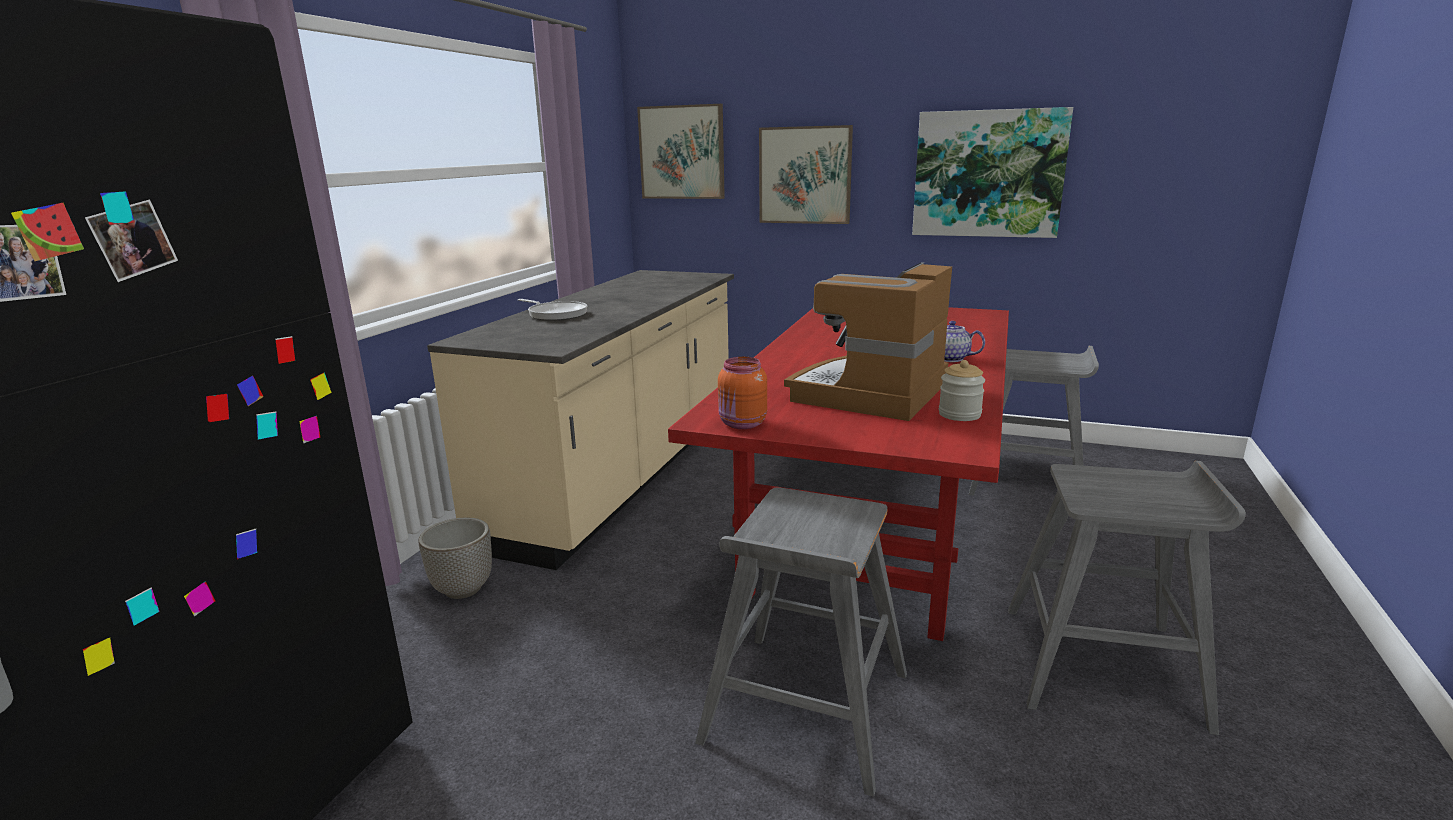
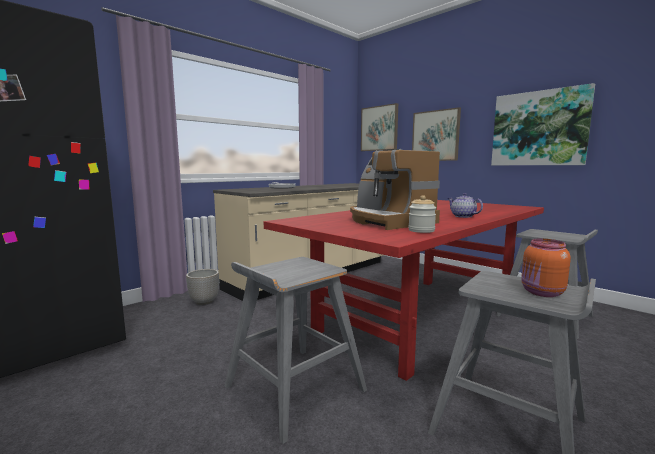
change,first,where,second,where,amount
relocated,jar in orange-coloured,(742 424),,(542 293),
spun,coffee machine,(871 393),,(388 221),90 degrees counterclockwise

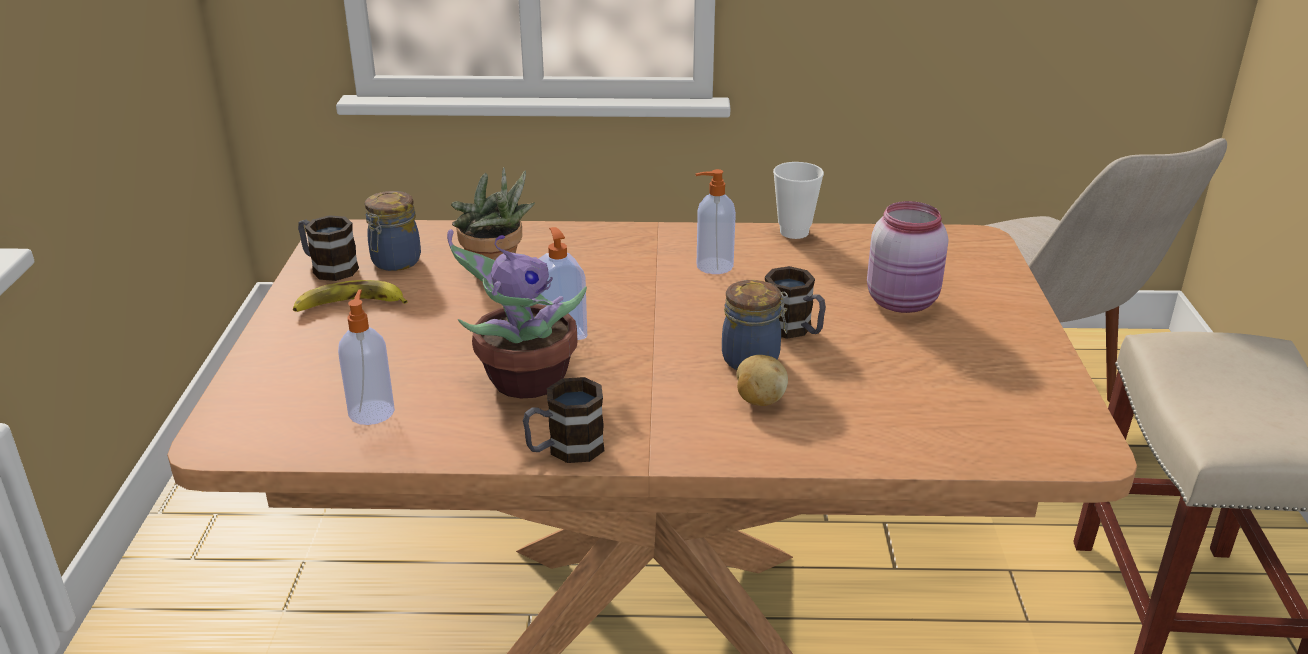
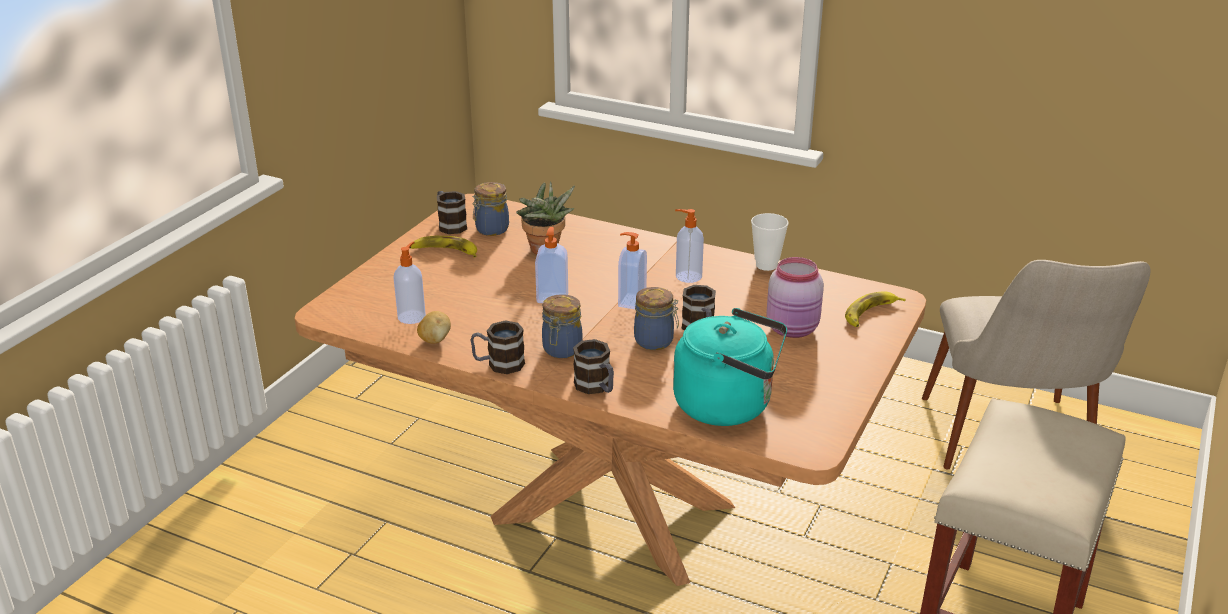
change,first,where,second,where,amount
missing,plant in a pot,(522 382),,,
relocated,potato,(759 400),,(435 340),
appeared,,,jar,(561 350),
appeared,,,mug,(596 387),
appeared,,,liquid soap bottle,(631 301),
appeared,,,tea kettle in blue-green,(729 406),
appeared,,,whole banana,(870 314),

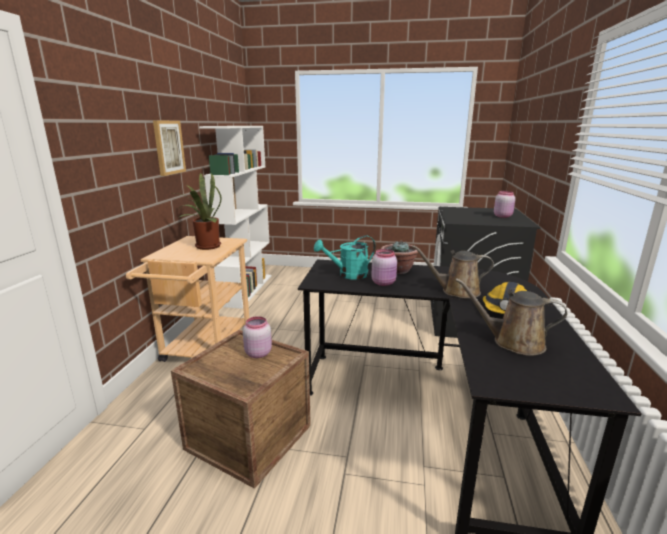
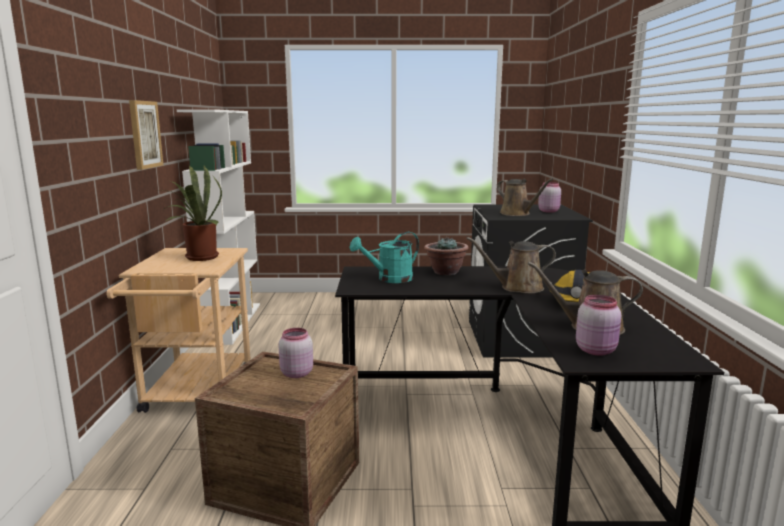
change,first,where,second,where,amount
relocated,jar in pinkish,(384 283),,(597 350),
appeared,,,sprinkling can in brownish,(517 214),

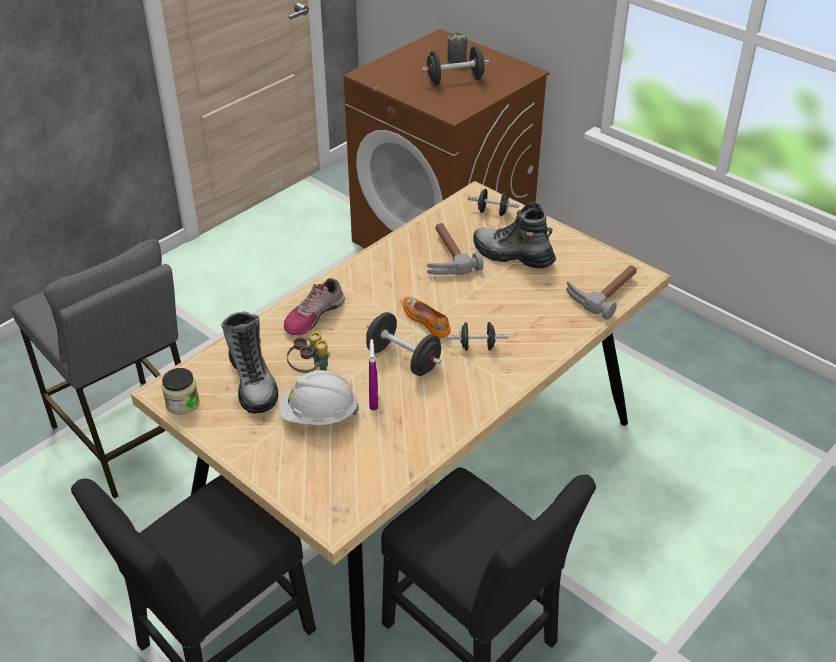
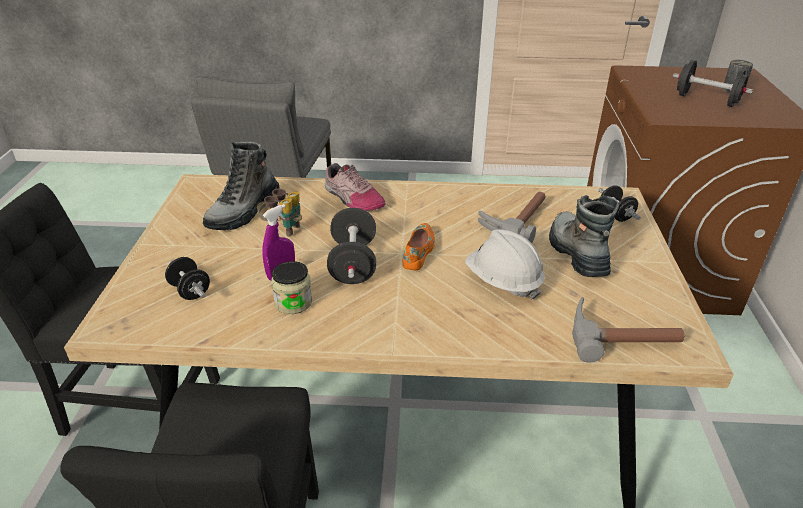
change,first,where,second,where,amount
relocated,jar,(182 403),,(293 302),
relocated,safety helmet in whitish,(319 415),,(503 282),
spun,low shoe,(313 315),,(352 198),135 degrees counterclockwise
relocated,dumbbell in blackish,(477 347),,(190 291),

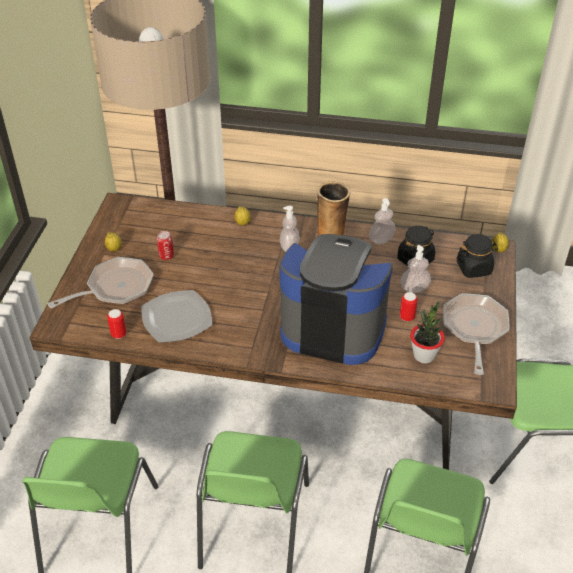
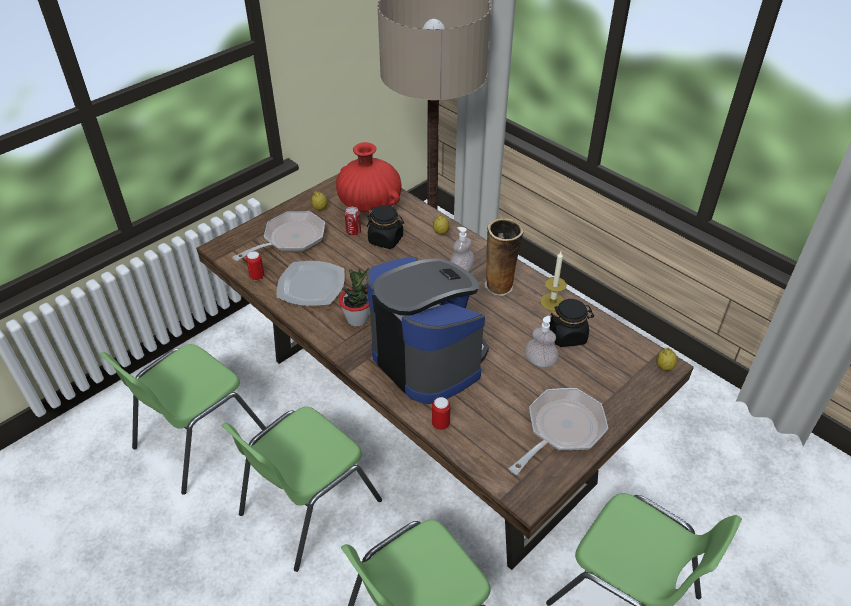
change,first,where,second,where,amount
spun,frying pan,(115 288),,(290 239),45 degrees counterclockwise
exchanged,liquid soap bottle,(381 239),wax light,(552 302),
relocated,can,(407 317),,(440 424),
relocated,plant in a pot,(424 355),,(357 319),
relocated,jar in blackish,(474 268),,(386 239),
appeared,,,vase in red,(369 204),

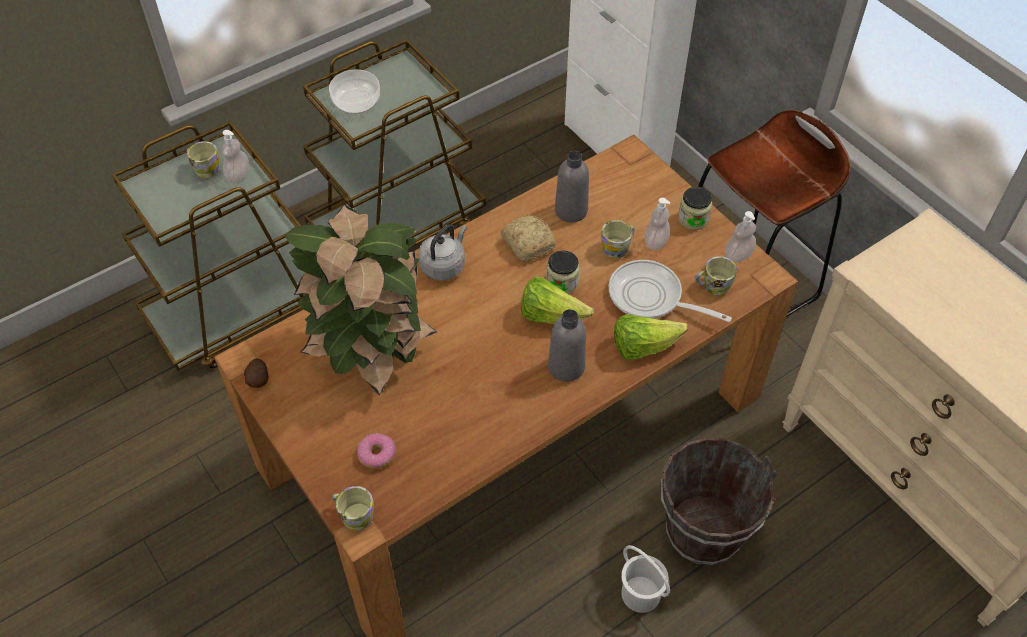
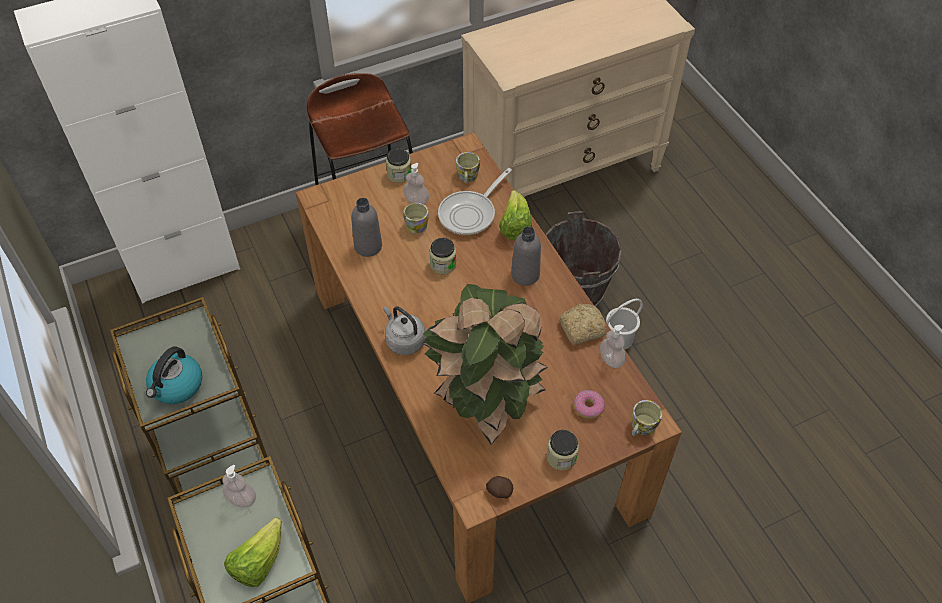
change,first,where,second,where,amount
missing,mug,(204 168),,,
exchanged,deep dish,(356 102),tea kettle,(176 386),
relocated,baked bread,(528 243),,(580 329),
relocated,head of lettuce,(551 315),,(258 562),
relocated,liquid soap bottle,(738 255),,(611 359),
appeared,,,jar,(561 457),

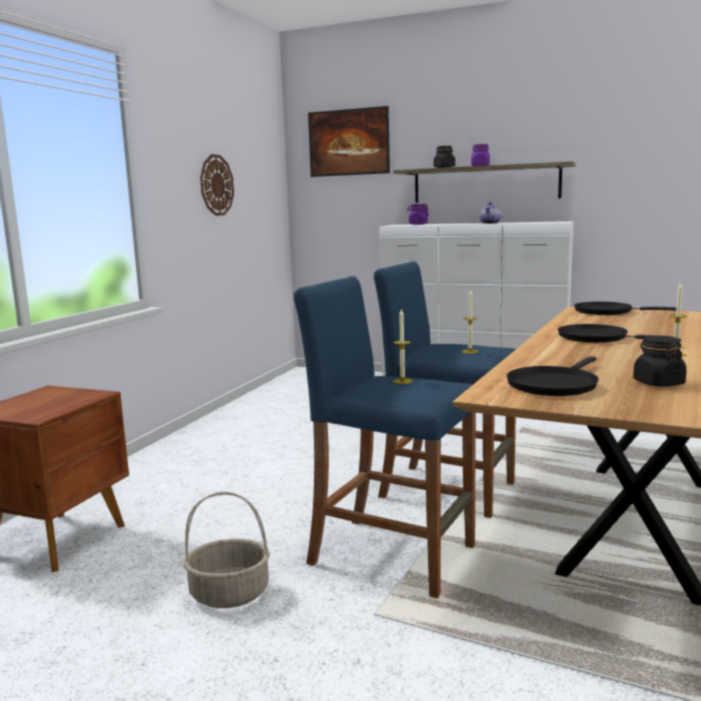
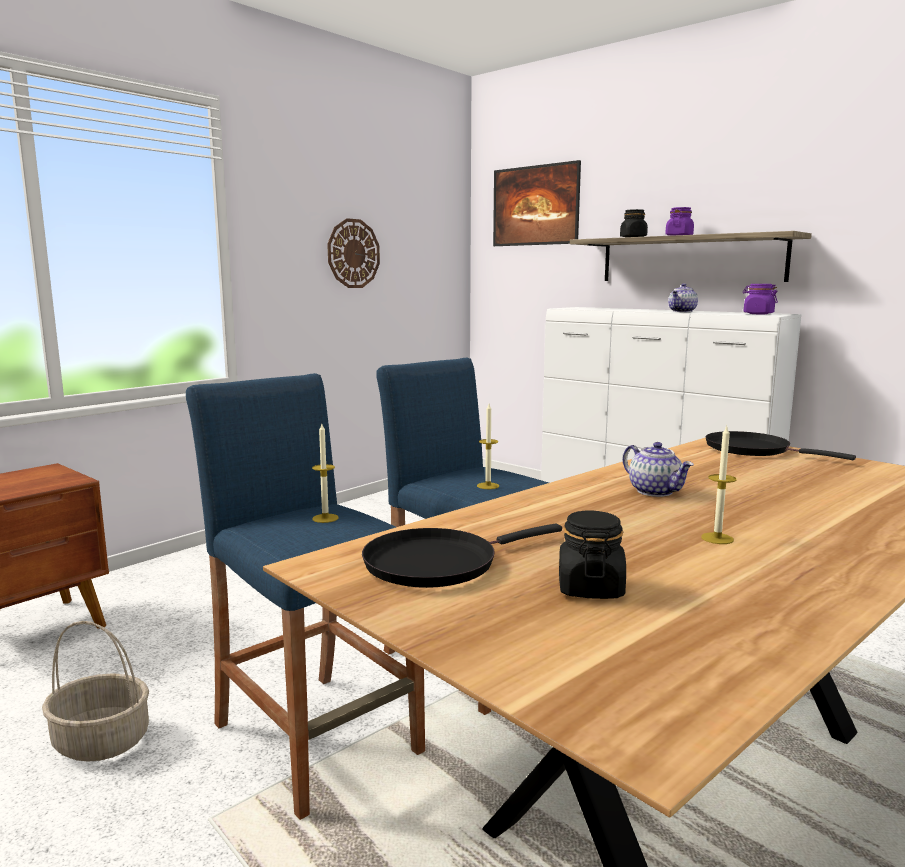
change,first,where,second,where,amount
relocated,jar in purplish,(418 224),,(758 314),
exchanged,frying pan in blackish,(597 338),tea pot,(655 491),

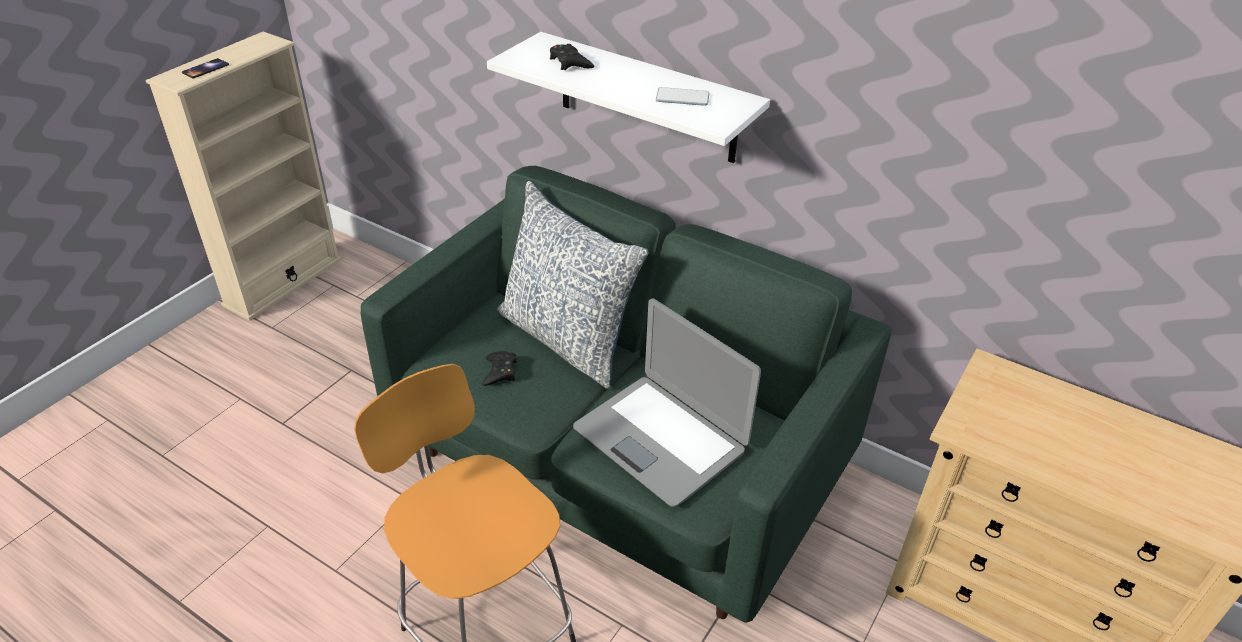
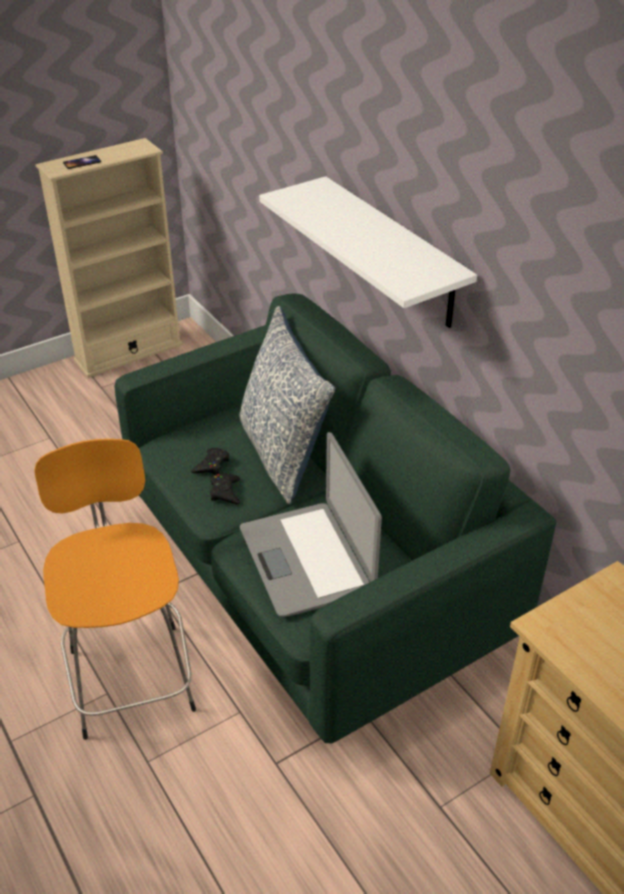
change,first,where,second,where,amount
relocated,gamepad in blackish,(570 62),,(225 492),
missing,phone,(682 98),,,

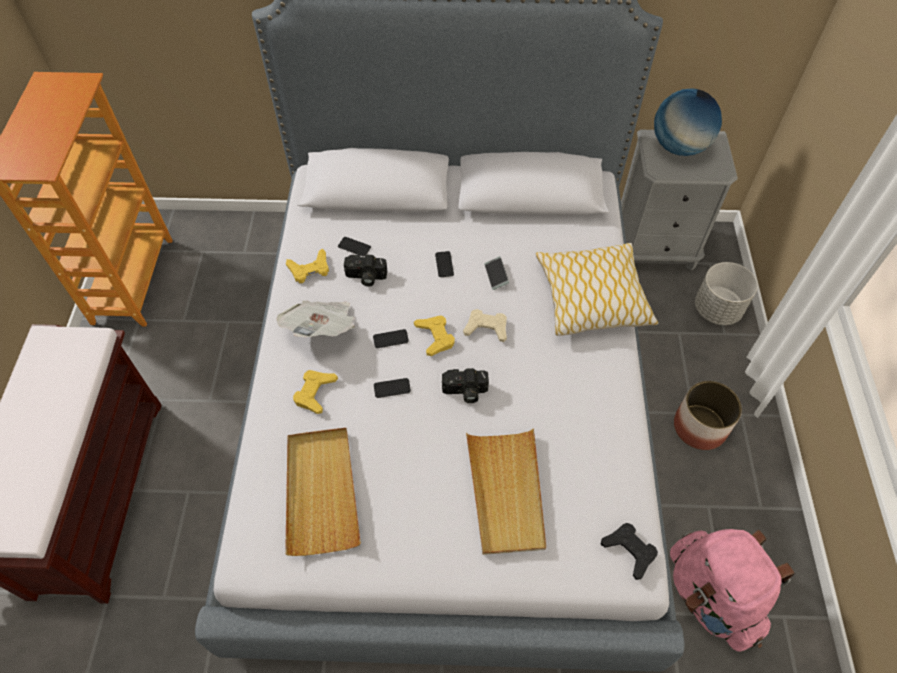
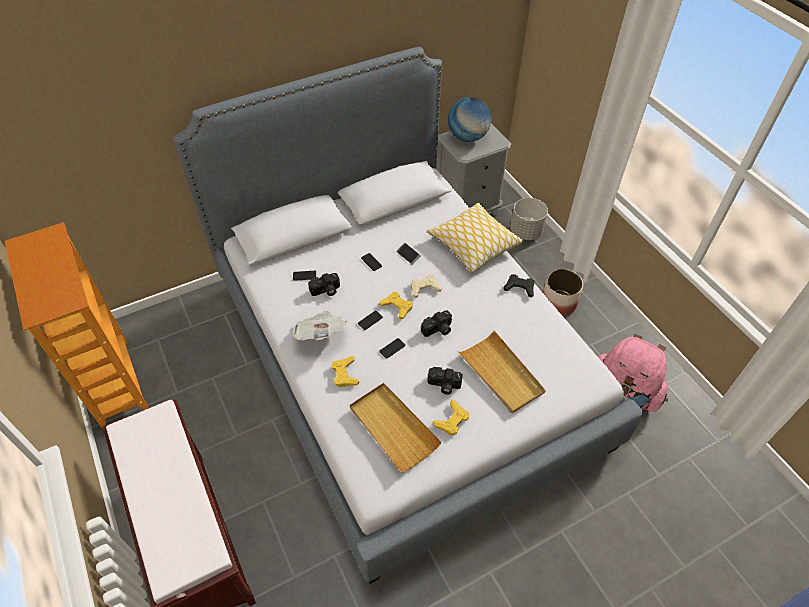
change,first,where,second,where,amount
relocated,gamepad in yellow-coloured,(309 269),,(452 420),
relocated,gamepad in blackish,(629 551),,(519 287),
appeared,,,still camera,(443 385),

